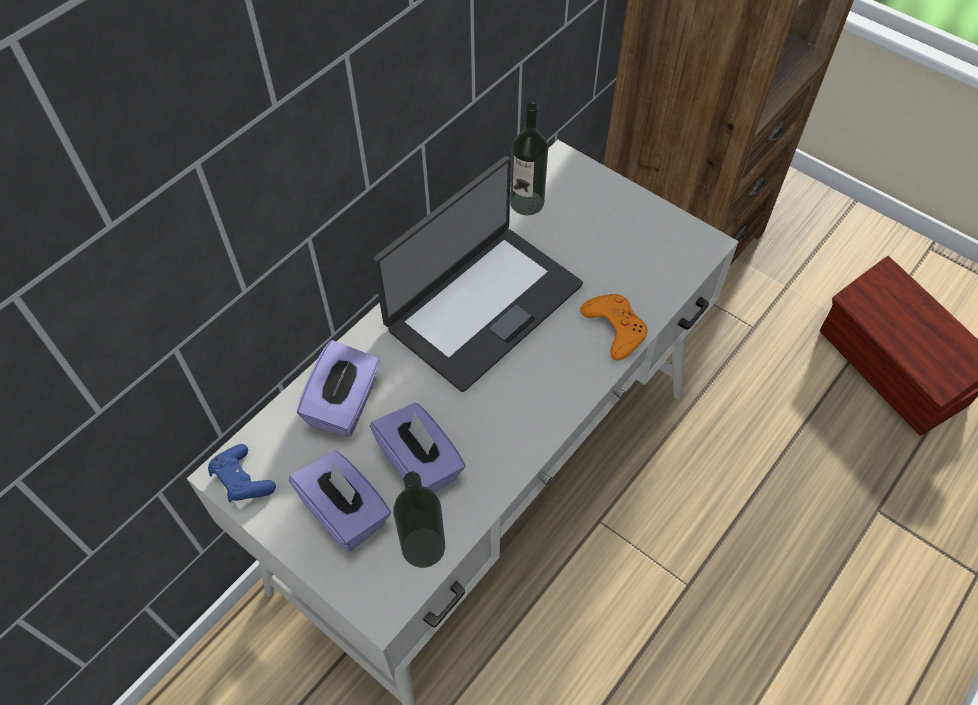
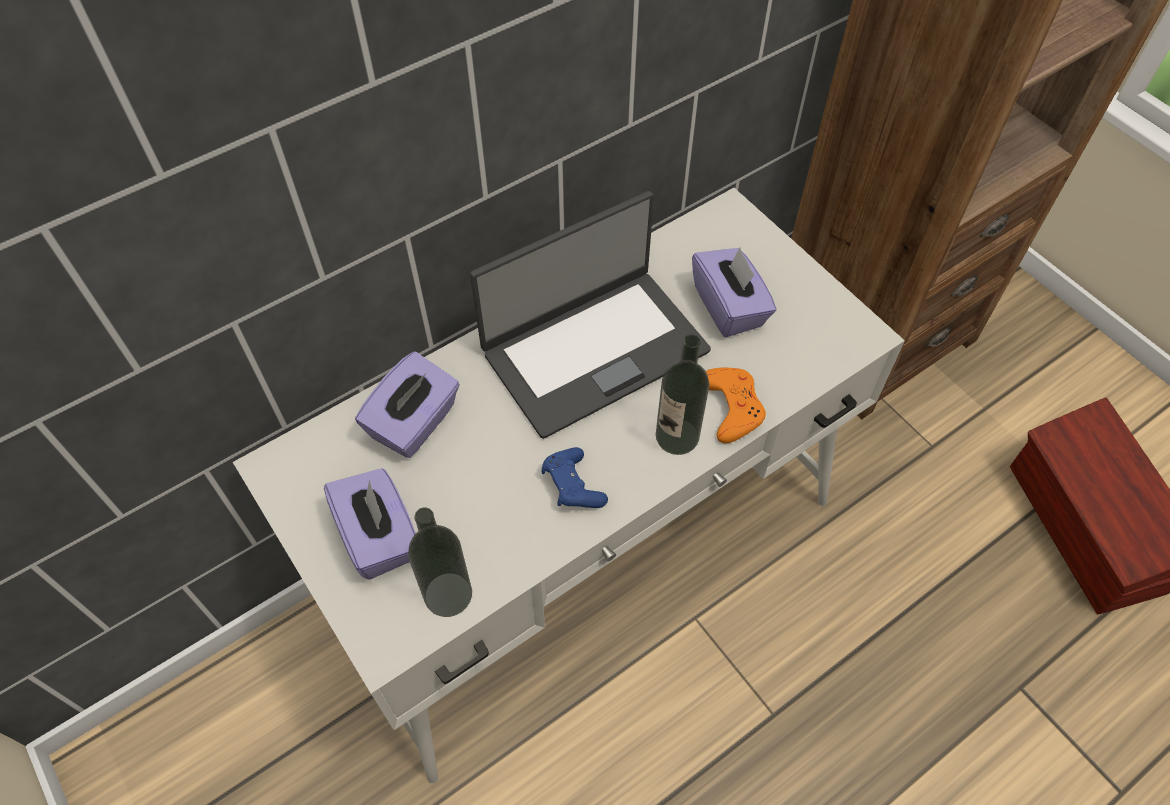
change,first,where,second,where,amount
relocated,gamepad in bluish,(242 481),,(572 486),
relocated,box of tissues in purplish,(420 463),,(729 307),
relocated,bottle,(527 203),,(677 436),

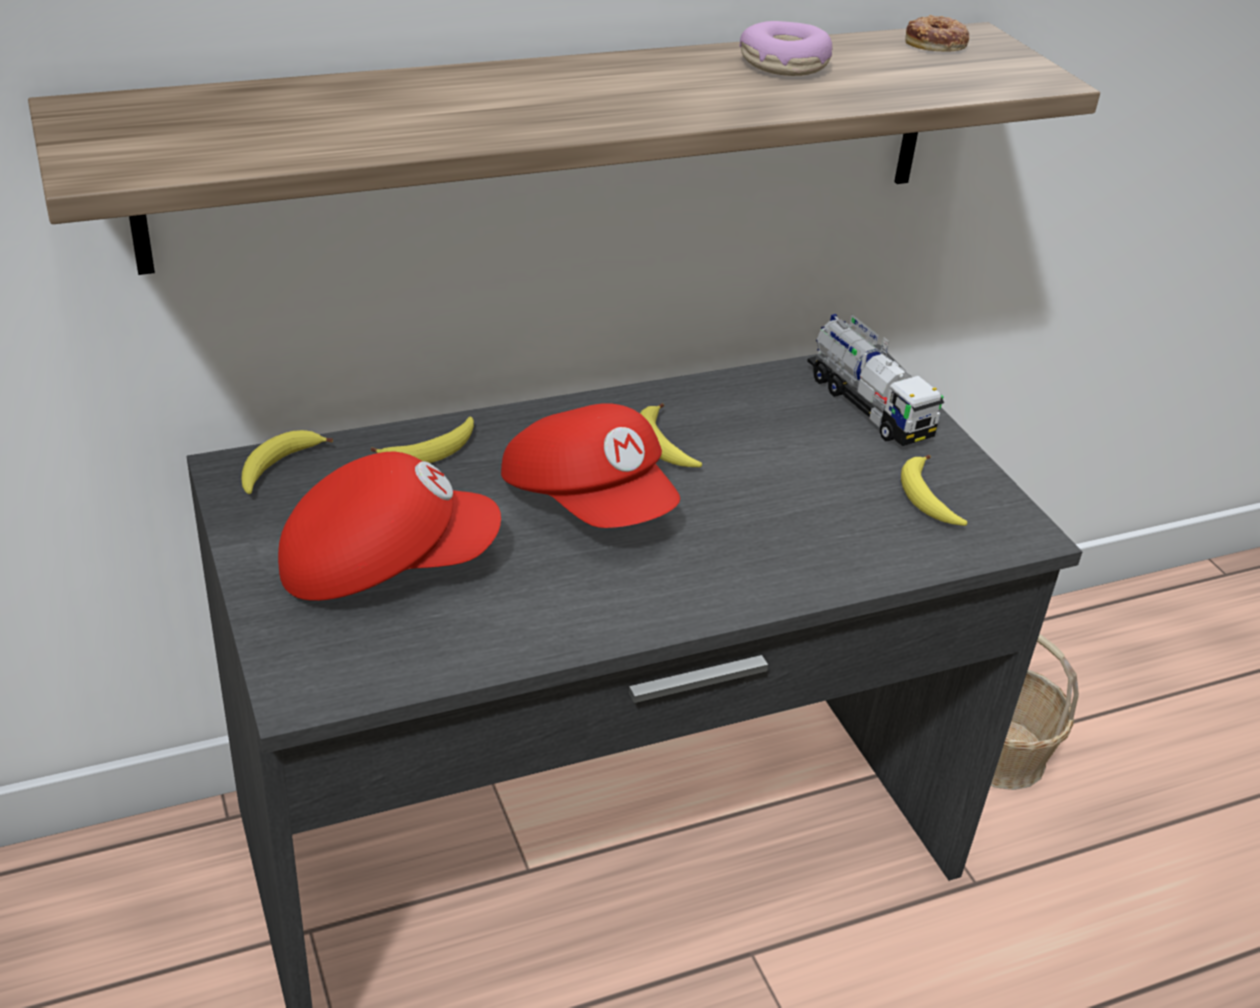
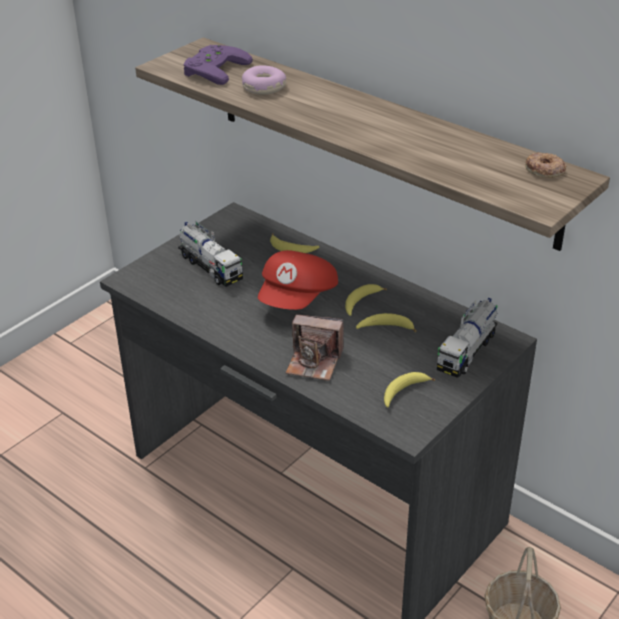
change,first,where,second,where,amount
relocated,whole banana,(278 468),,(385 328),
exchanged,baseball cap in red,(385 564),toy lorry,(210 267),
relocated,donut,(784 65),,(263 88),
appeared,,,gamepad in purplish,(213 69),
appeared,,,still camera,(314 362),

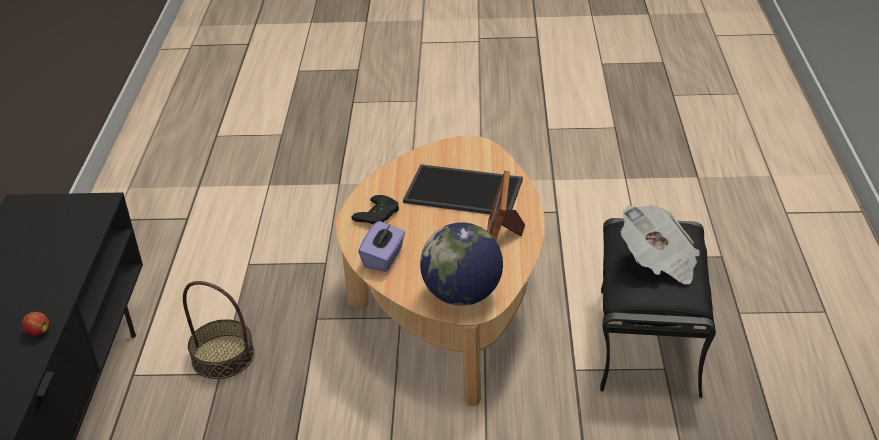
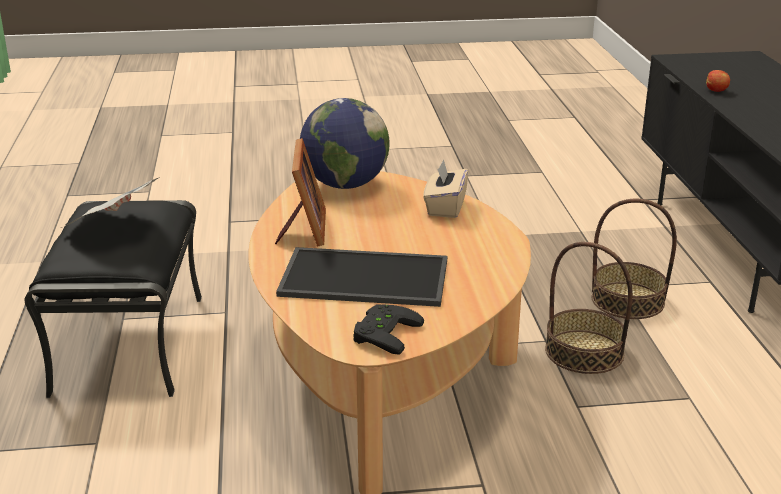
change,first,where,second,where,amount
relocated,gamepad in blackish,(379 215),,(383 332),
colour,box of tissues in purplish,(383 258),box of tissues in beige,(445 207),
appeared,,,basket,(584 352),

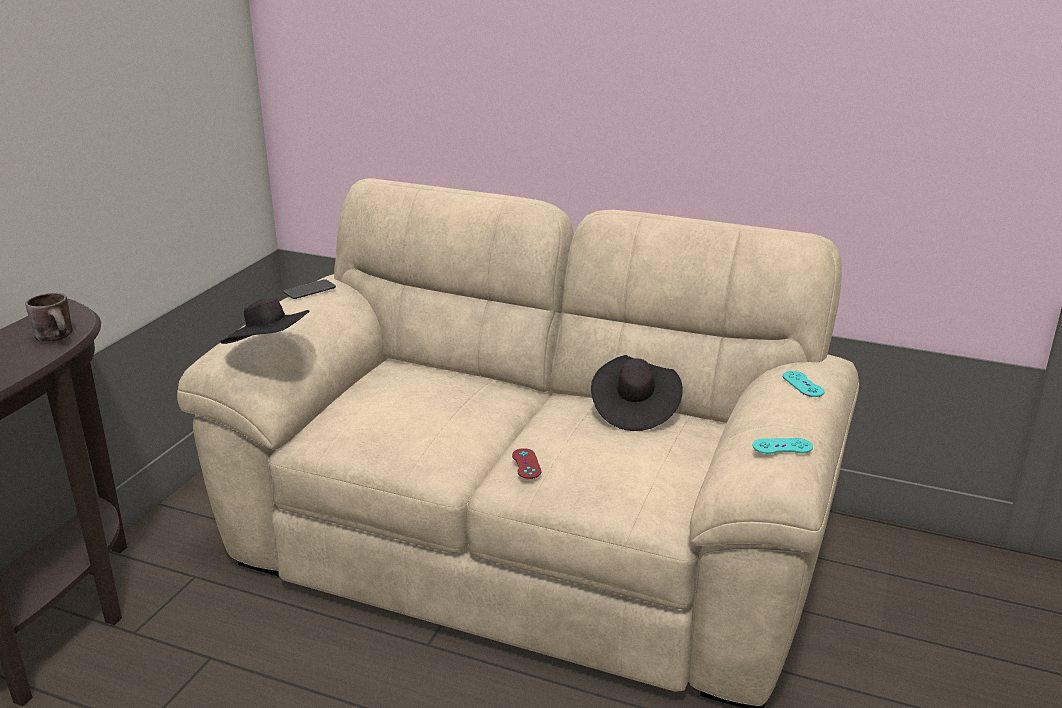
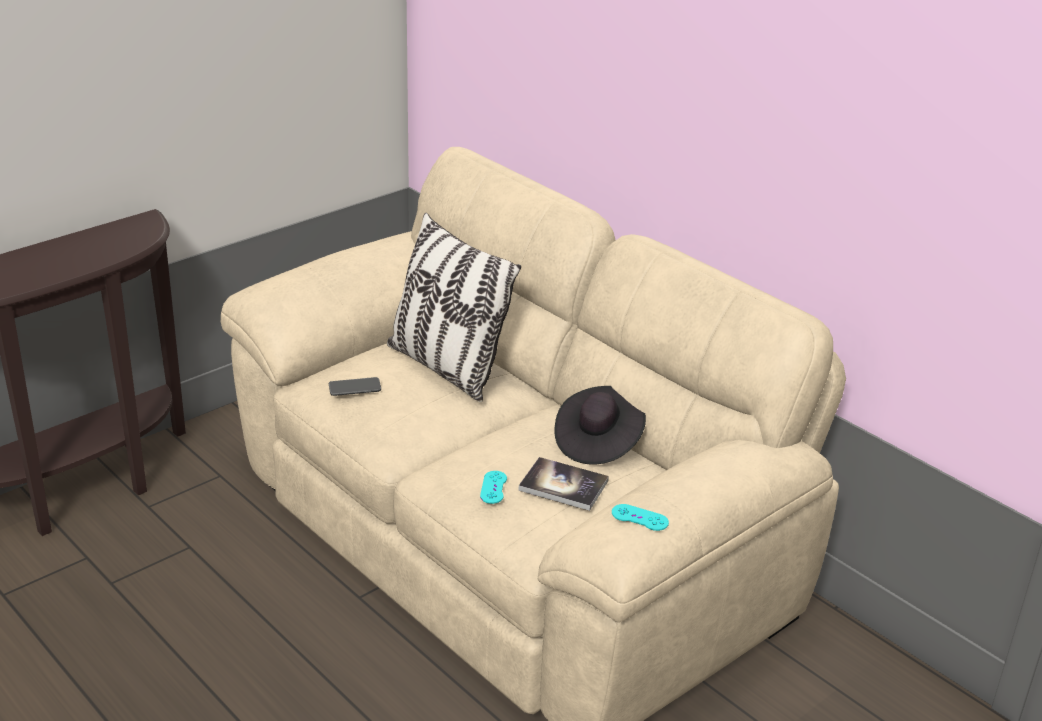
change,first,where,second,where,amount
missing,mug in brownish,(60 337),,,
missing,clothing hat in blackish,(270 349),,,
relocated,phone,(310 290),,(354 388),
missing,gamepad in red,(526 464),,,
relocated,gamepad in blue-green,(803 384),,(493 487),
appeared,,,cushion,(446 368),
appeared,,,volume,(563 485),

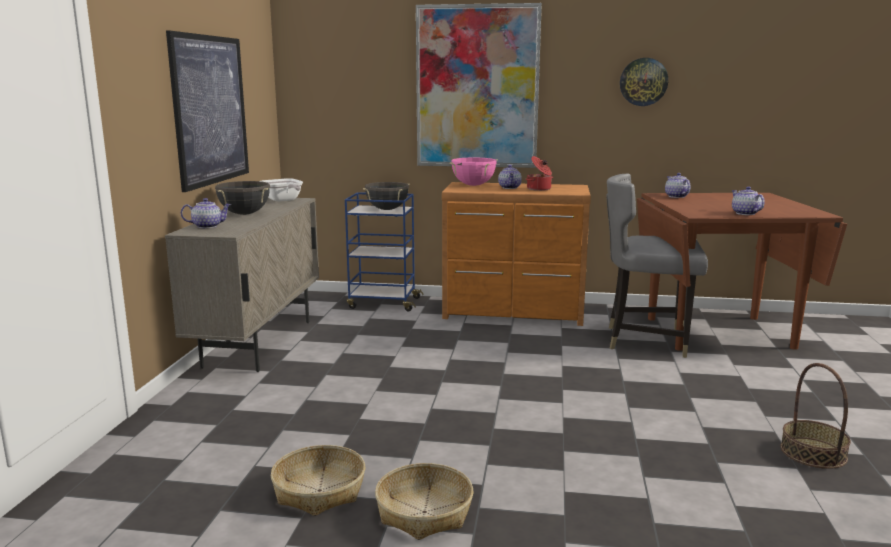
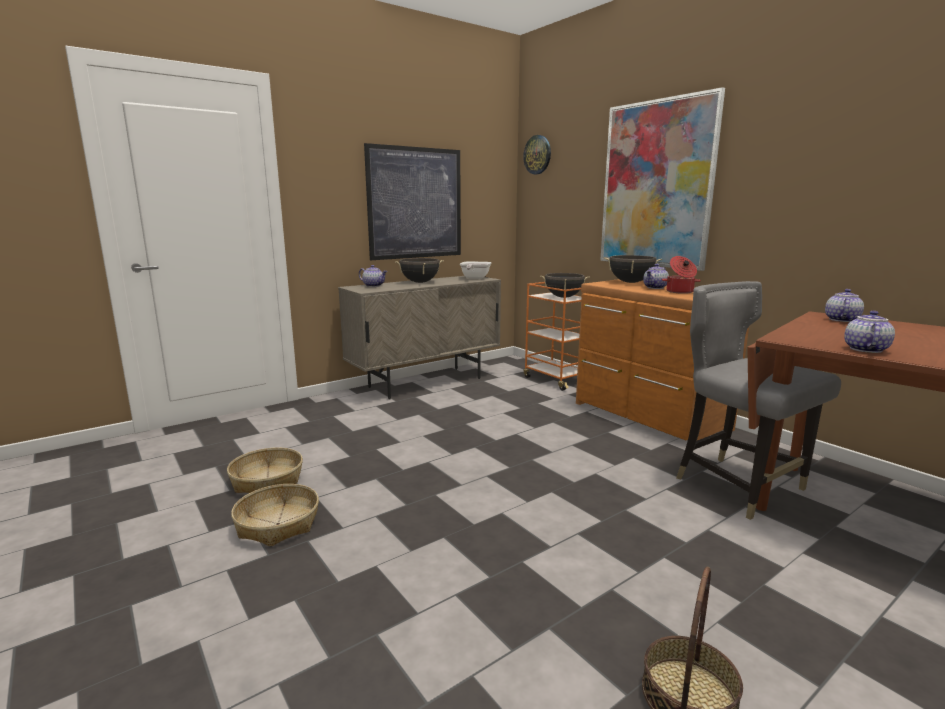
change,first,where,second,where,amount
colour,wheeled cart in bluish,(383 303),wheeled cart in orange-coloured,(556 379),
colour,stockpot in pinkish,(473 185),stockpot in blackish,(631 282),
relocated,clock on the wall,(643 82),,(537 154),

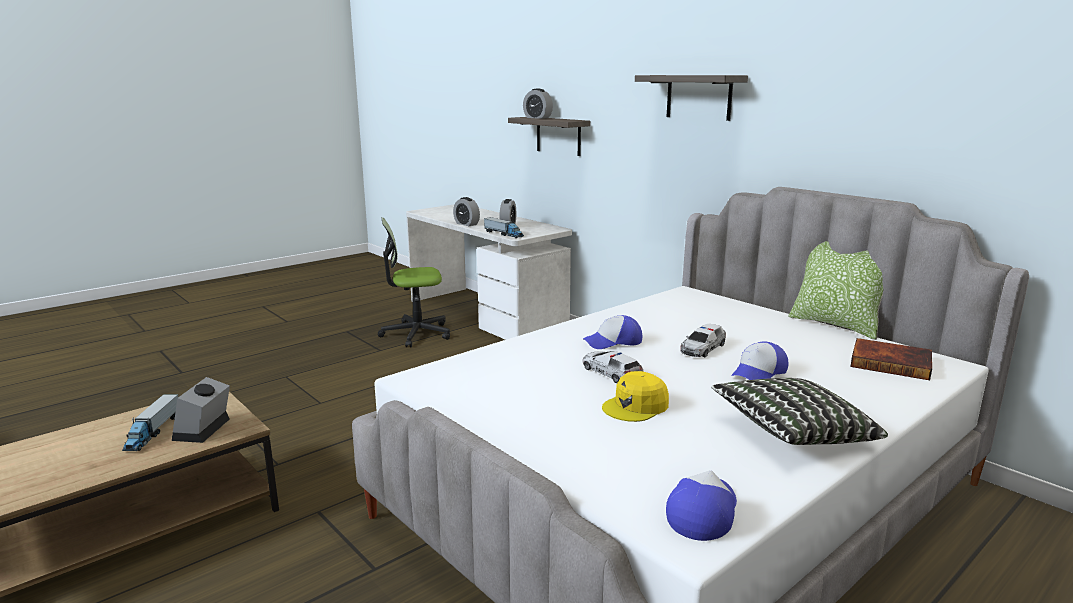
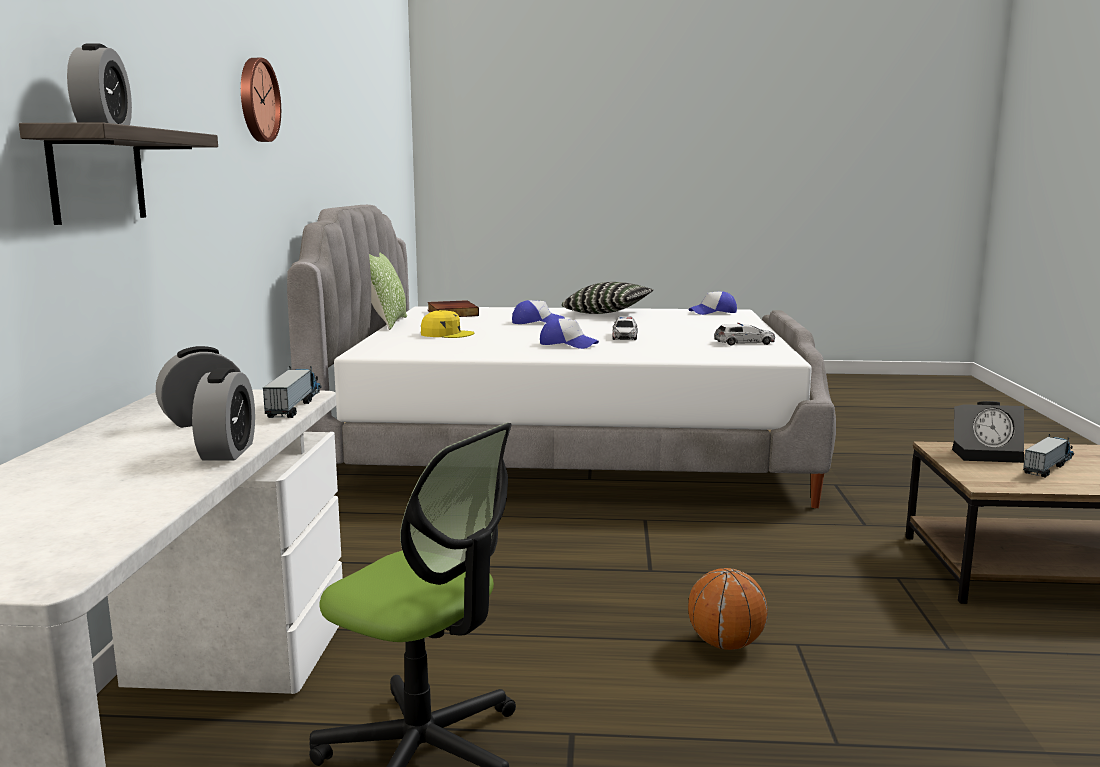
change,first,where,second,where,amount
spun,bedside clock,(203 430),,(988 455),45 degrees clockwise
relocated,baseball cap in yellow-coloured,(636 406),,(446 334),
exchanged,wall shelf,(699 97),clock on the wall,(256 100),
relocated,model car,(702 348),,(744 343),
appeared,,,ball for basketball,(725 644),

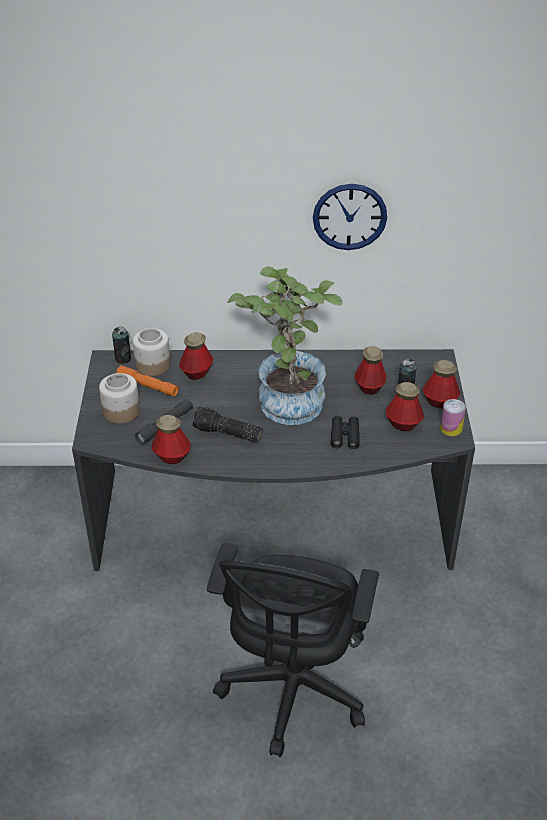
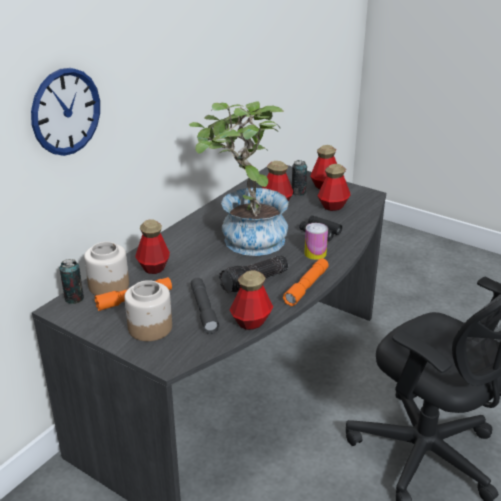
change,first,where,second,where,amount
relocated,clock on the wall,(349 216),,(66 112),
relocated,can,(451 428),,(315 253),
appeared,,,flashlight in orange-coloured,(306 287),

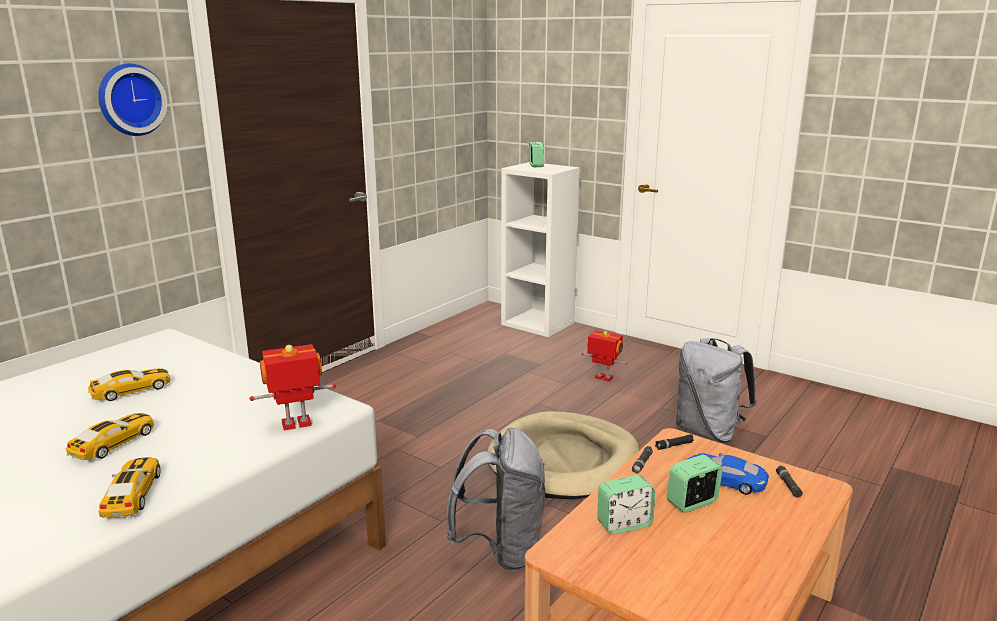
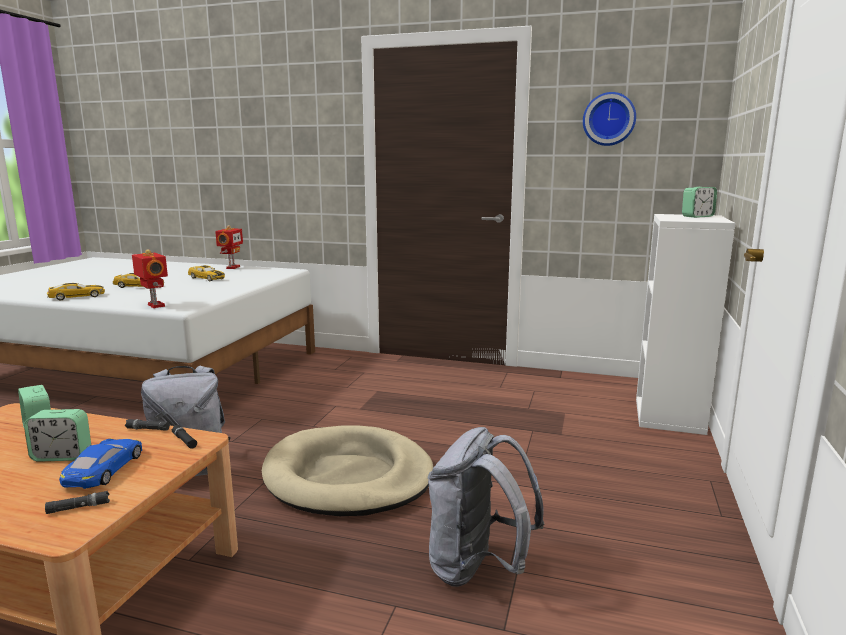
change,first,where,second,where,amount
relocated,clock on the wall,(130 99),,(609 119),
relocated,model robot,(603 378),,(232 267),
spun,bedside clock,(692 503),,(62 456),135 degrees clockwise

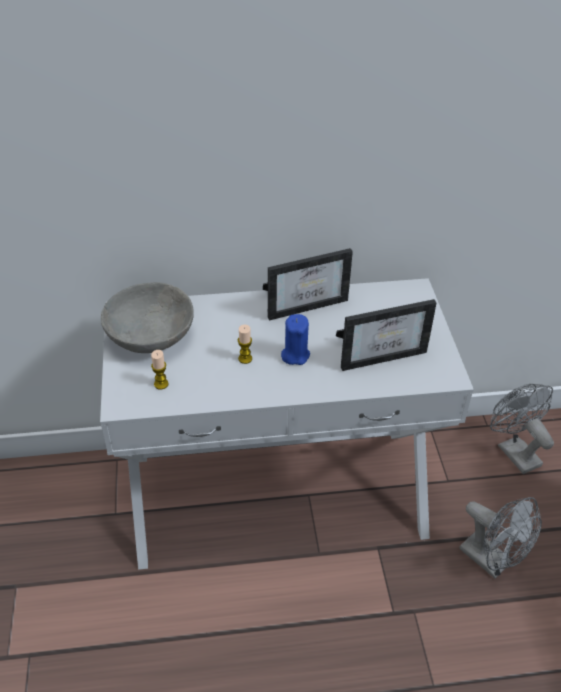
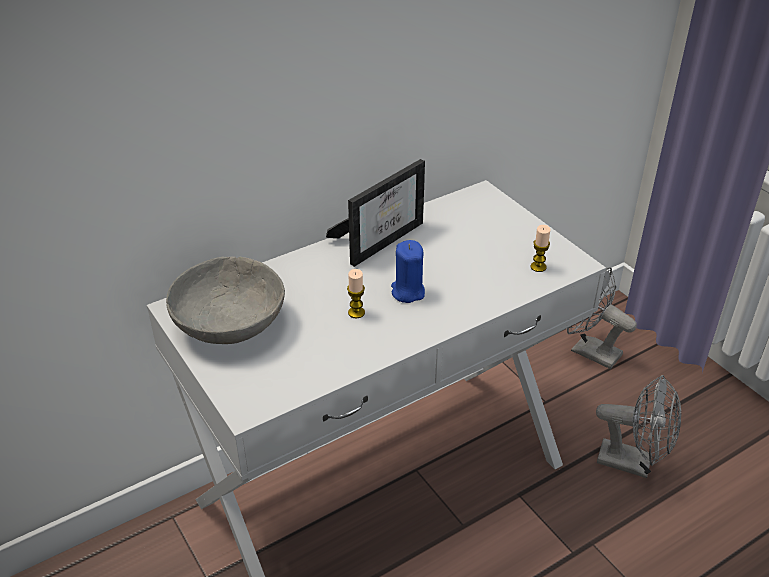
change,first,where,second,where,amount
relocated,wax light,(161 384),,(538 267),
missing,picture frame,(382 353),,,

